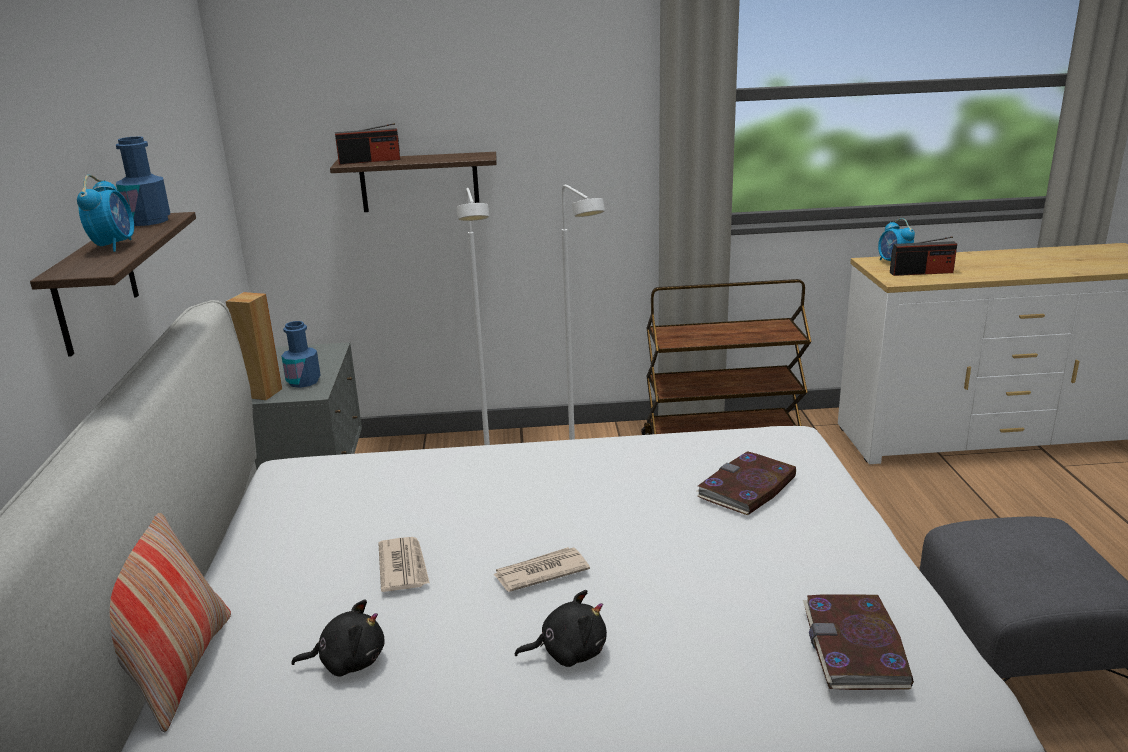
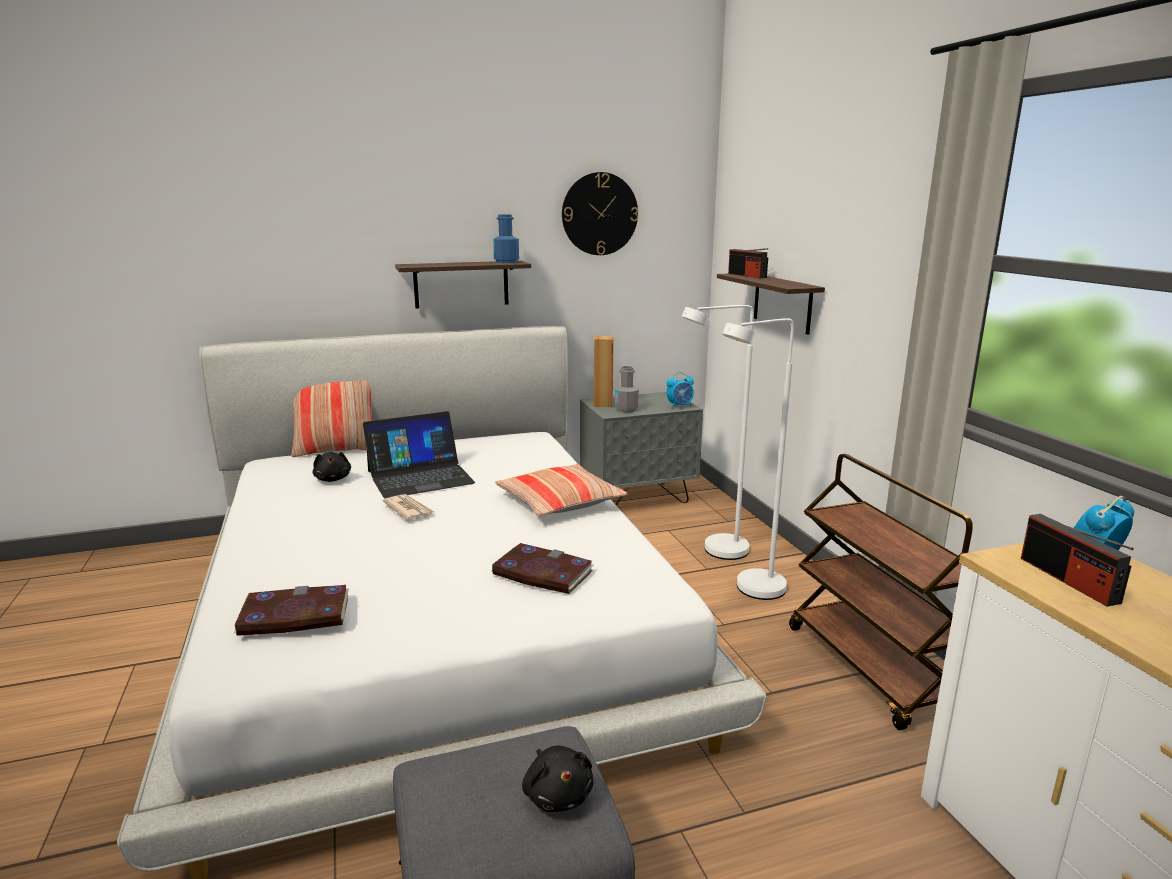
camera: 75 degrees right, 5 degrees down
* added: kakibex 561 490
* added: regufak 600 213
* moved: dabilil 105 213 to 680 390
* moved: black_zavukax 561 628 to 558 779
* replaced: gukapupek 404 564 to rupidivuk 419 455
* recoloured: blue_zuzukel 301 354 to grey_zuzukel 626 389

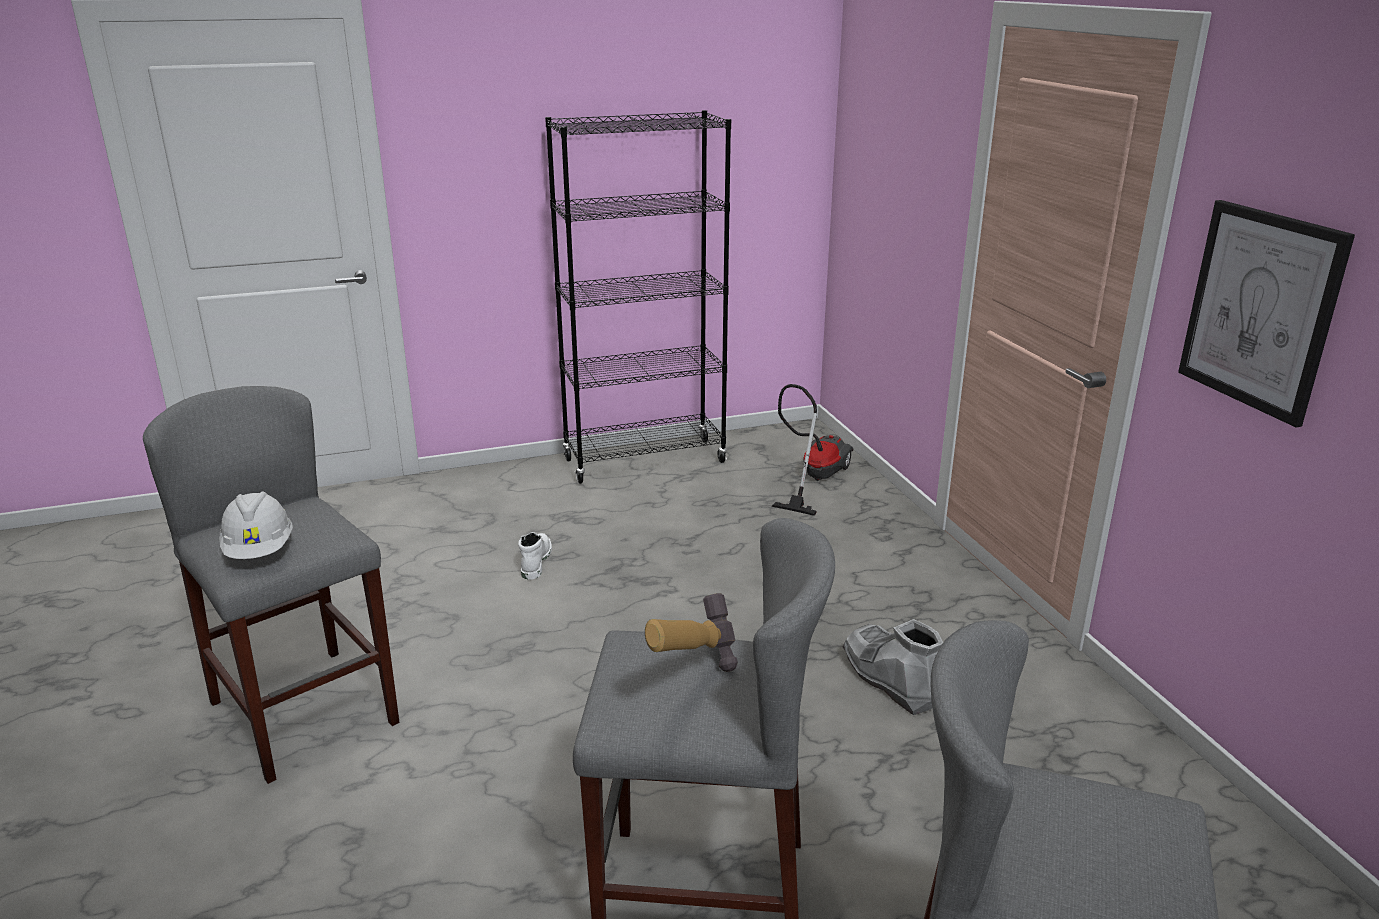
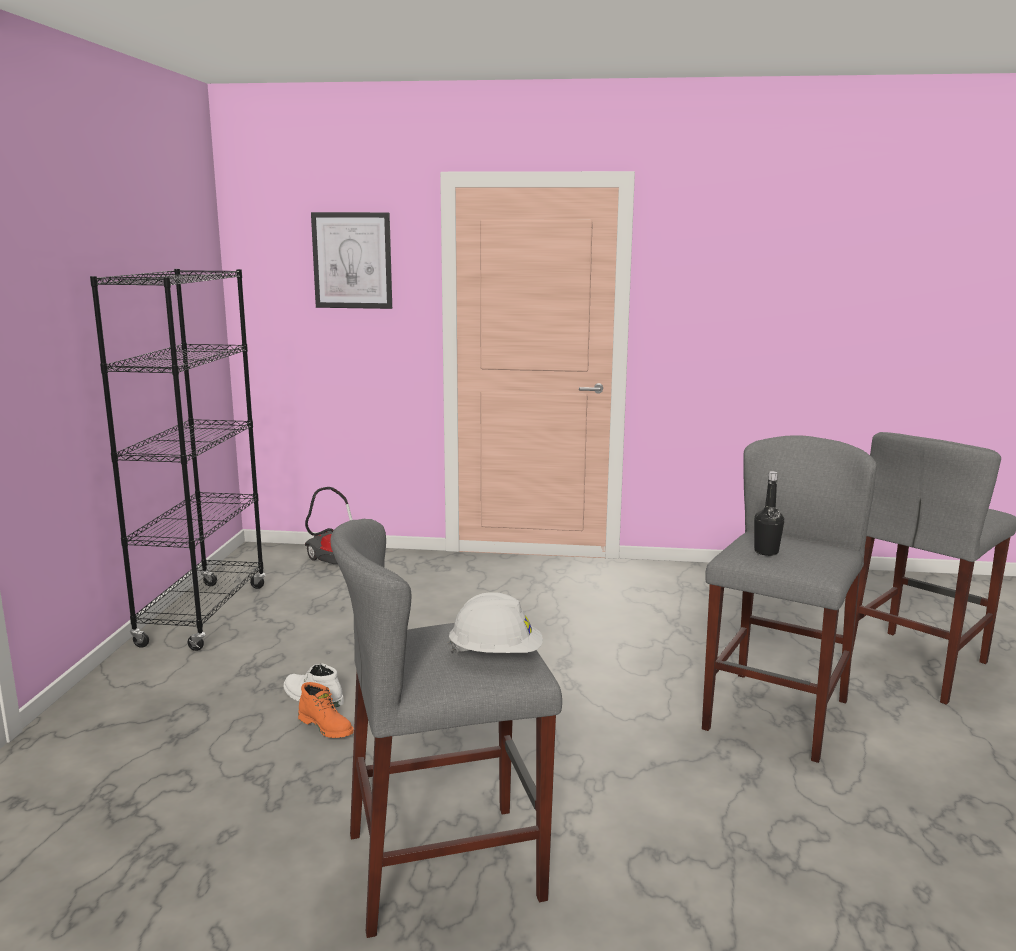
camera: 65 degrees left, 10 degrees down
* removed: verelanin 691 632
* removed: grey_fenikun 892 667
* added: orange_fenikun 326 710
* added: black_zuzukel 769 513
* moved: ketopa 1266 314 to 351 260

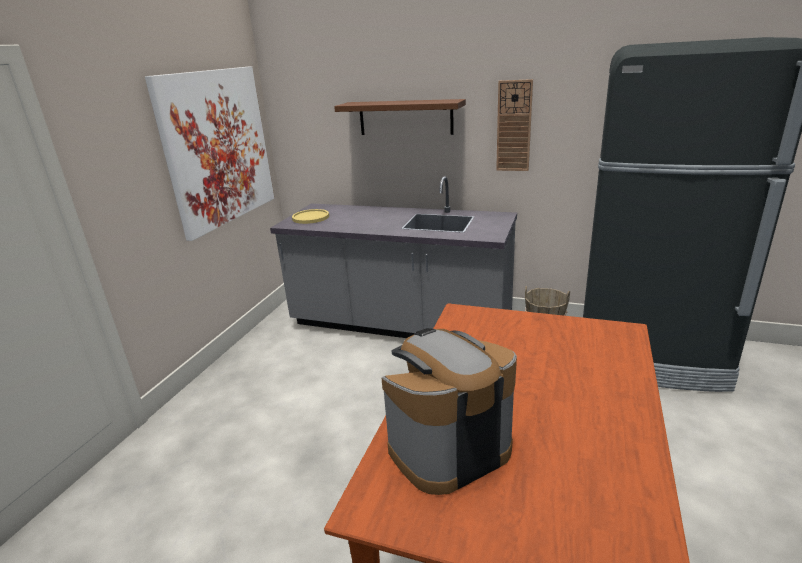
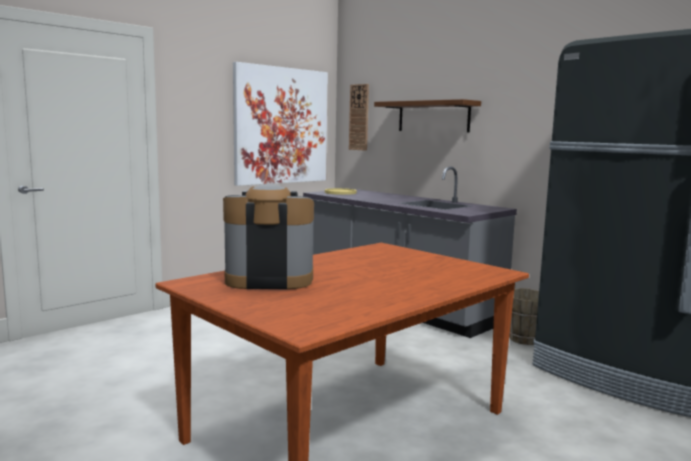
camera: 25 degrees right, 15 degrees down
* moved: regufak 514 125 to 359 117

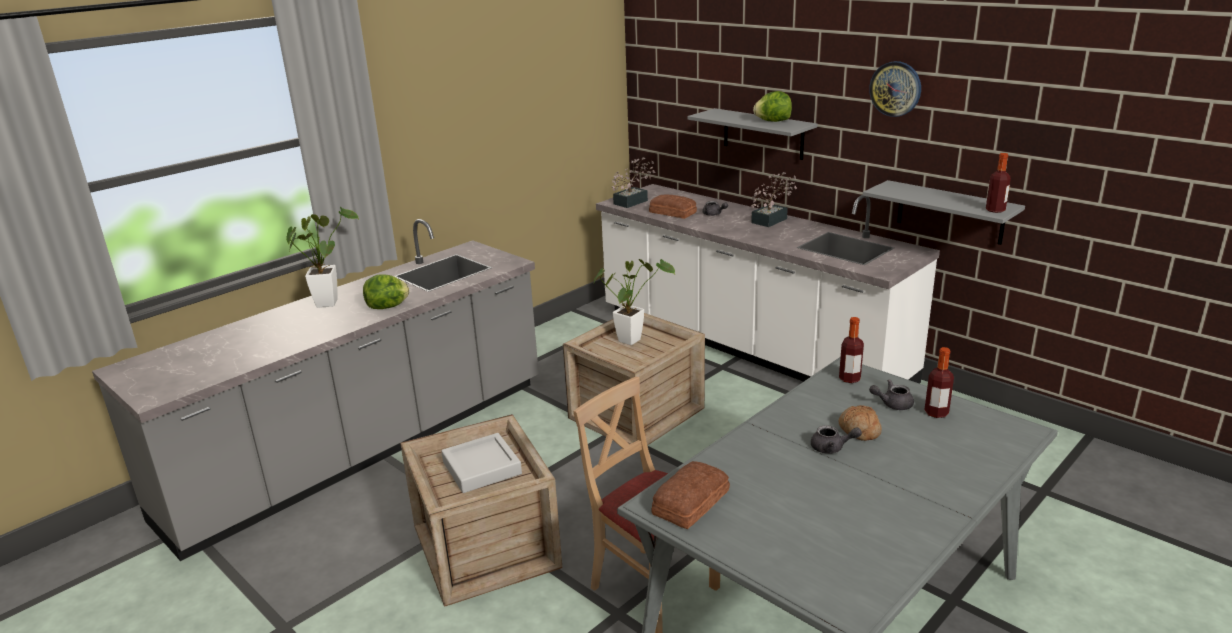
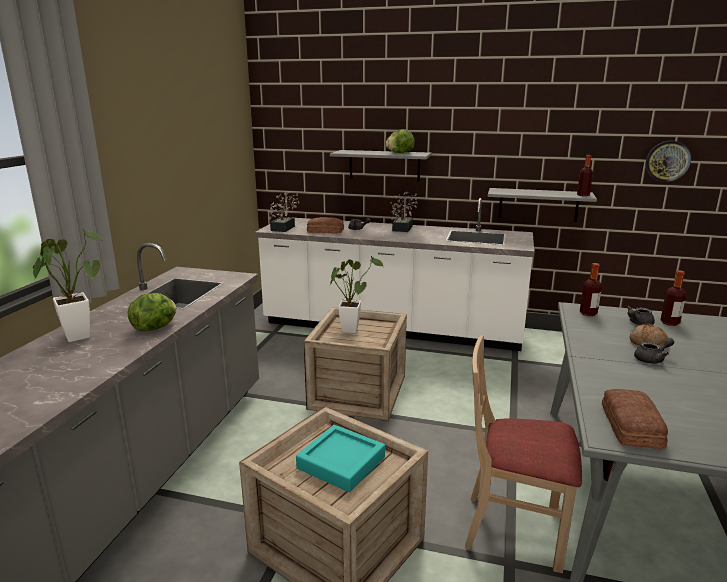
camera: 30 degrees left, 5 degrees down
* moved: regufak 895 89 to 668 161
* recoloured: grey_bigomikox 481 463 to turquoise_bigomikox 340 458

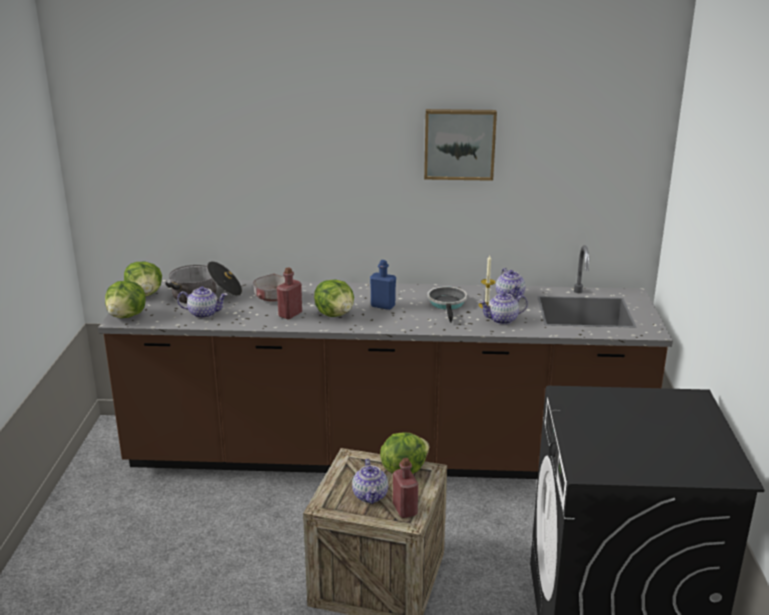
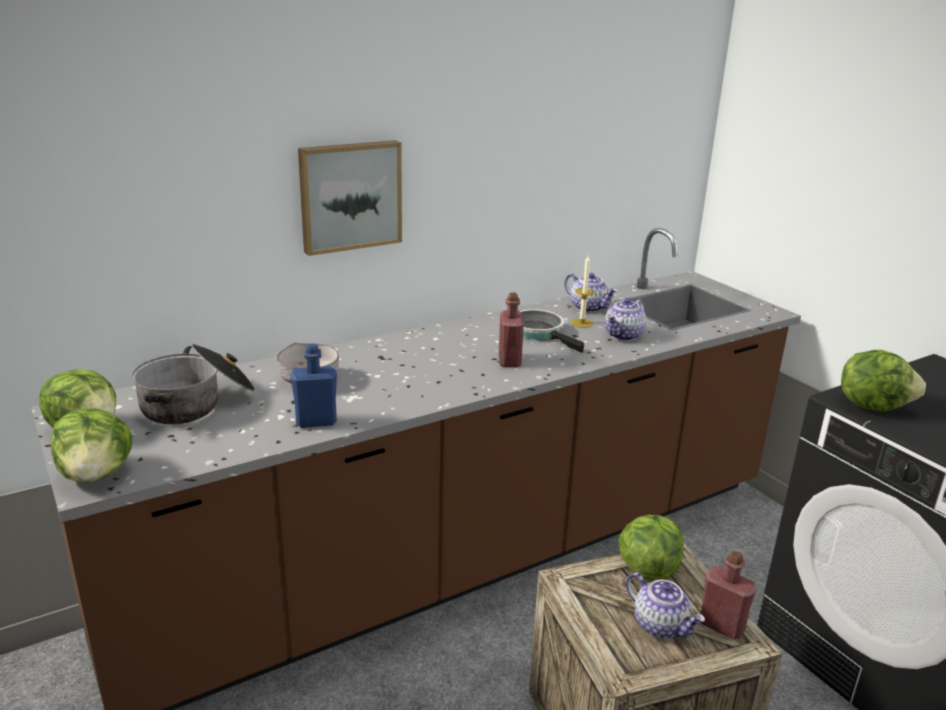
camera: 35 degrees left, 0 degrees up
* removed: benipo 202 302
* moved: red_zuzukel 289 293 to 511 329
* moved: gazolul 334 298 to 883 380
* moved: blue_zuzukel 383 285 to 313 385
* moved: ketopa 460 145 to 350 198

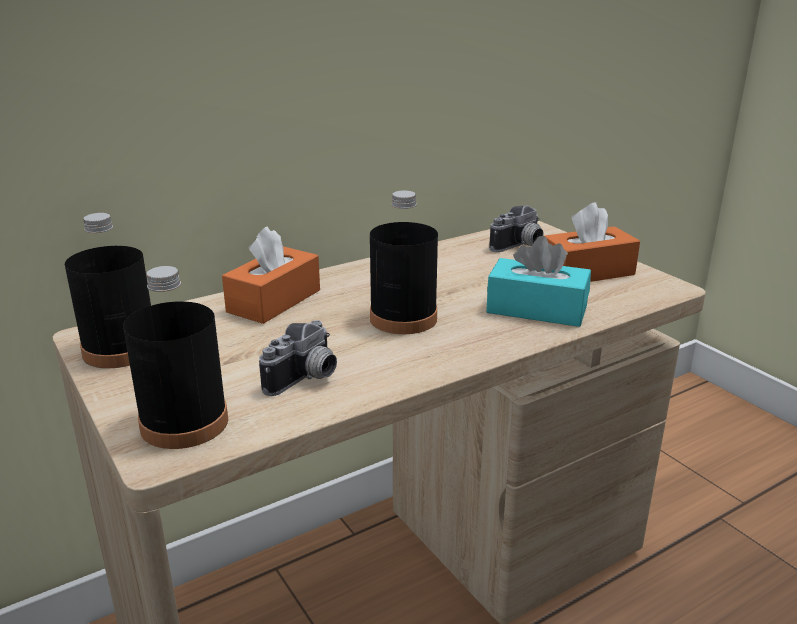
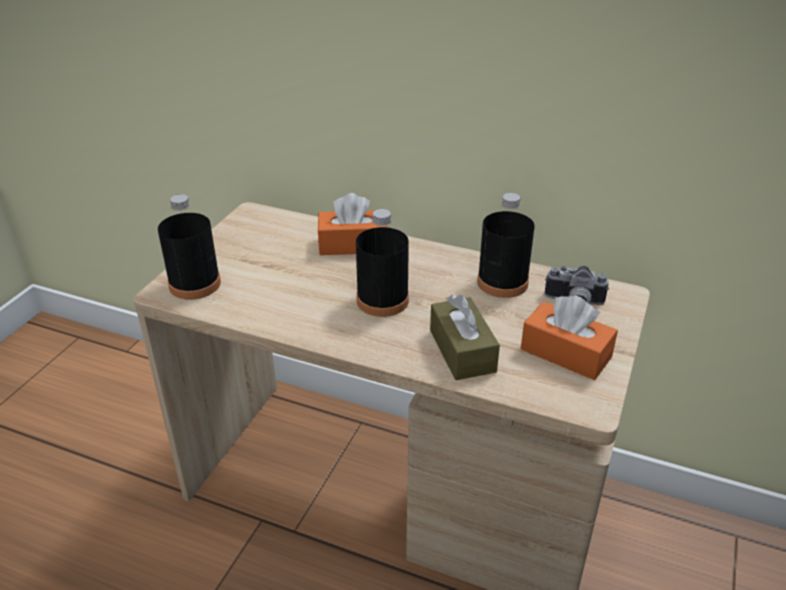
camera: 55 degrees right, 10 degrees up
* removed: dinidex 298 358
* moved: black_zuzukel 108 290 to 506 245
* recoloured: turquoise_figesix 538 281 to brown_figesix 465 337

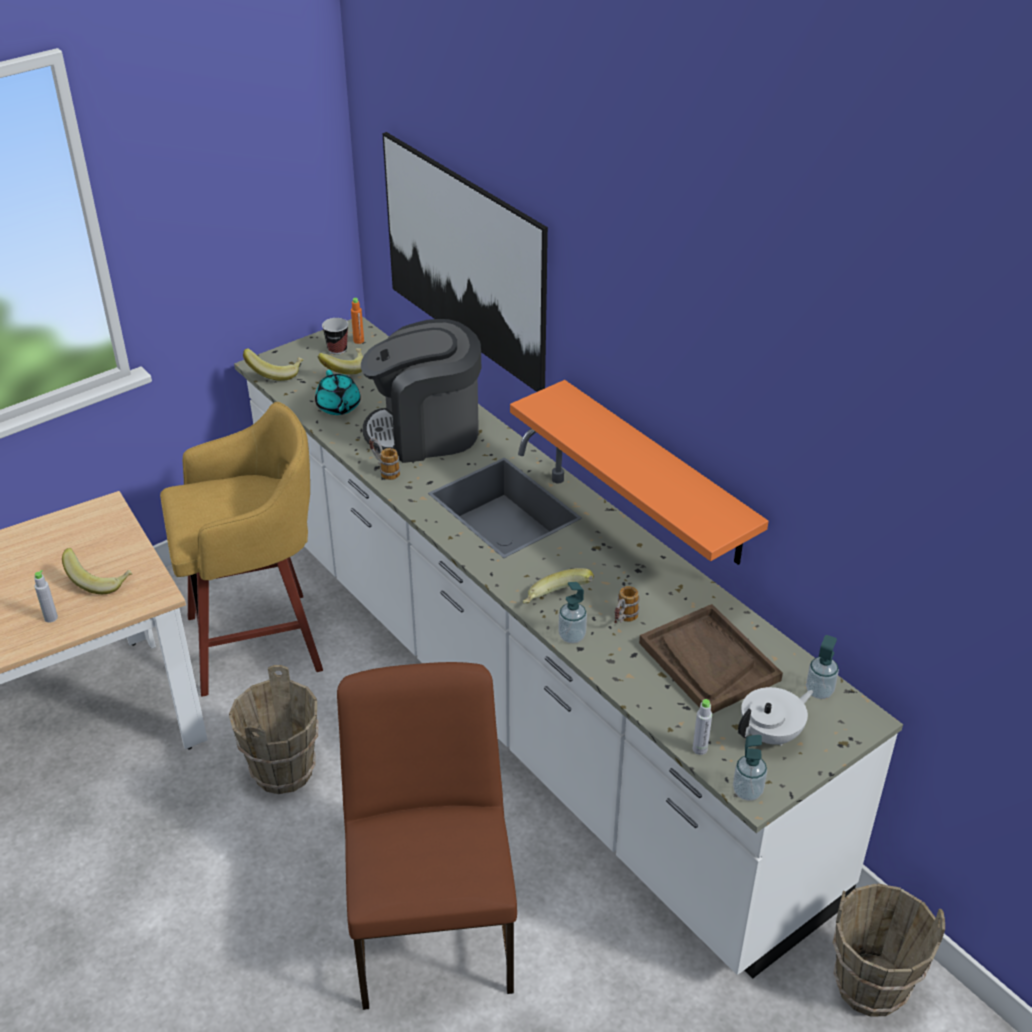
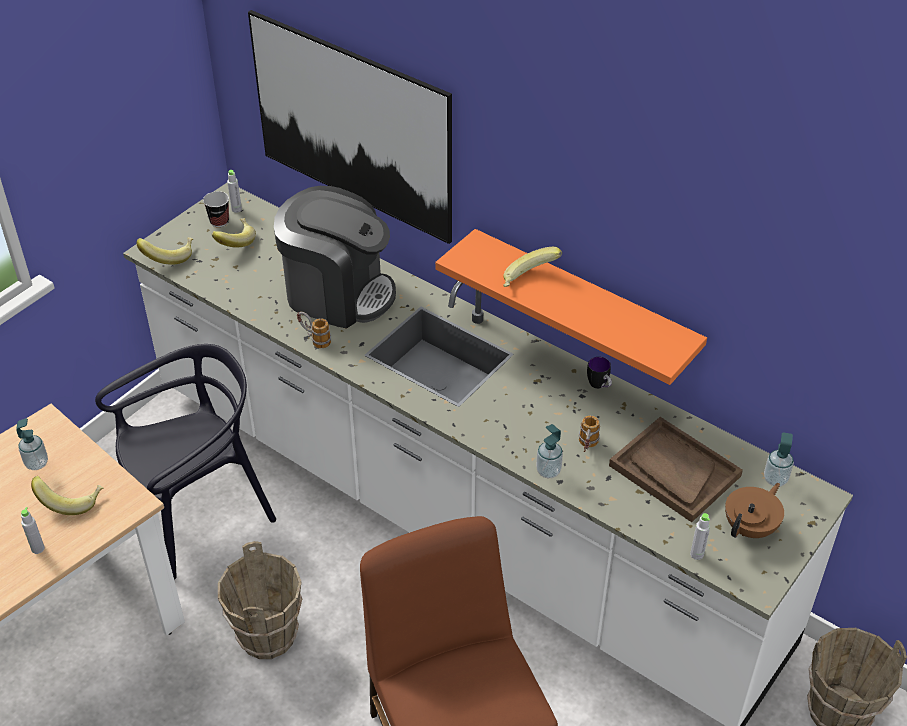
camera: 15 degrees left, 5 degrees up
* removed: turquoise_benipo 338 392
* added: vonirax 599 373
* moved: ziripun 558 586 to 532 267
* moved: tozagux 750 768 to 32 444
* replaced: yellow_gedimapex 241 549 to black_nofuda 185 462
* recoloured: orange_zuzukel 357 321 to grey_zuzukel 234 191
* recoloured: white_benipo 775 716 to brown_benipo 754 510
* turned: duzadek 421 391 = 335 257 135 degrees counterclockwise

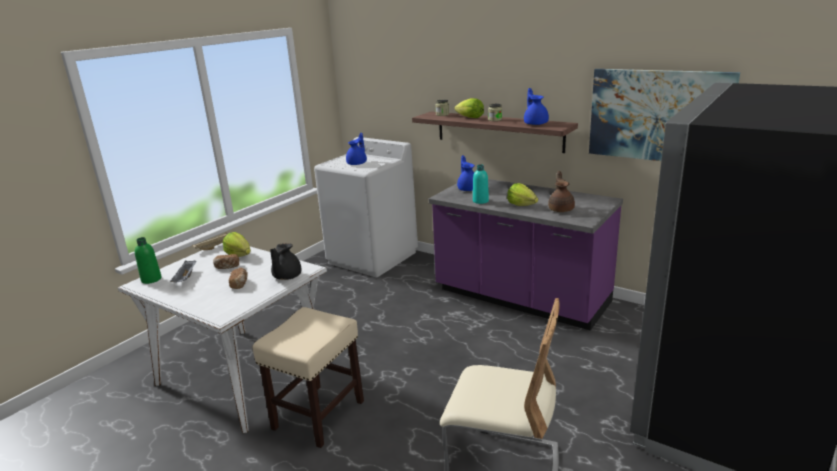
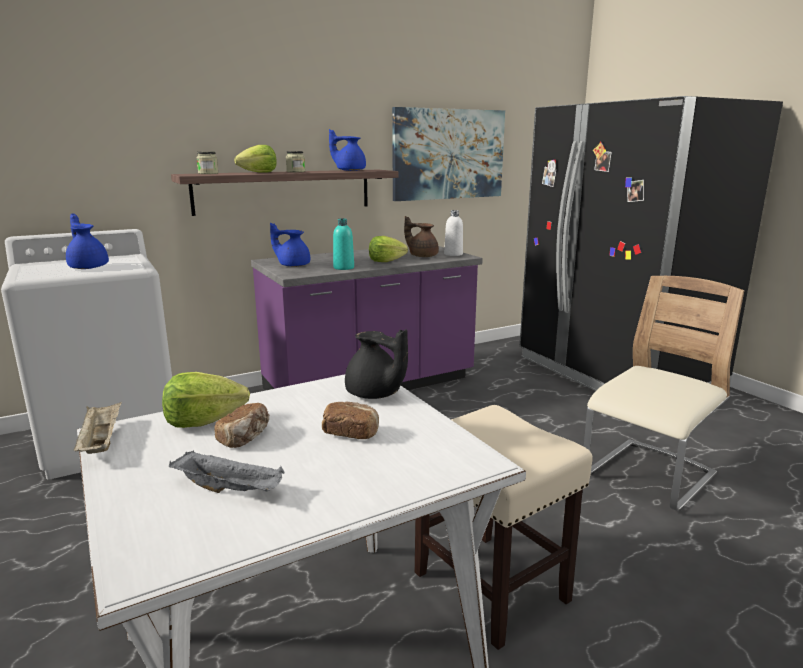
camera: 65 degrees left, 5 degrees down
* removed: green_zuzukel 148 260
* added: white_zuzukel 453 233

